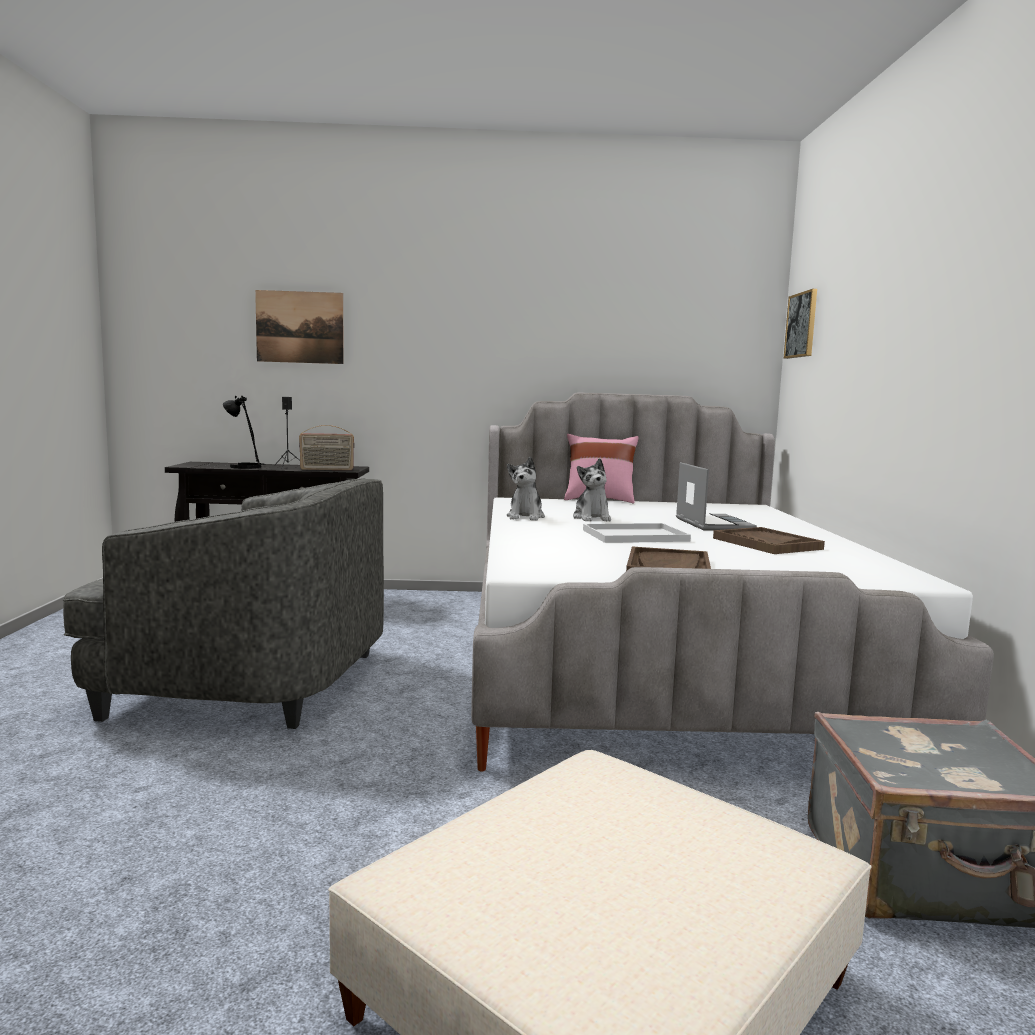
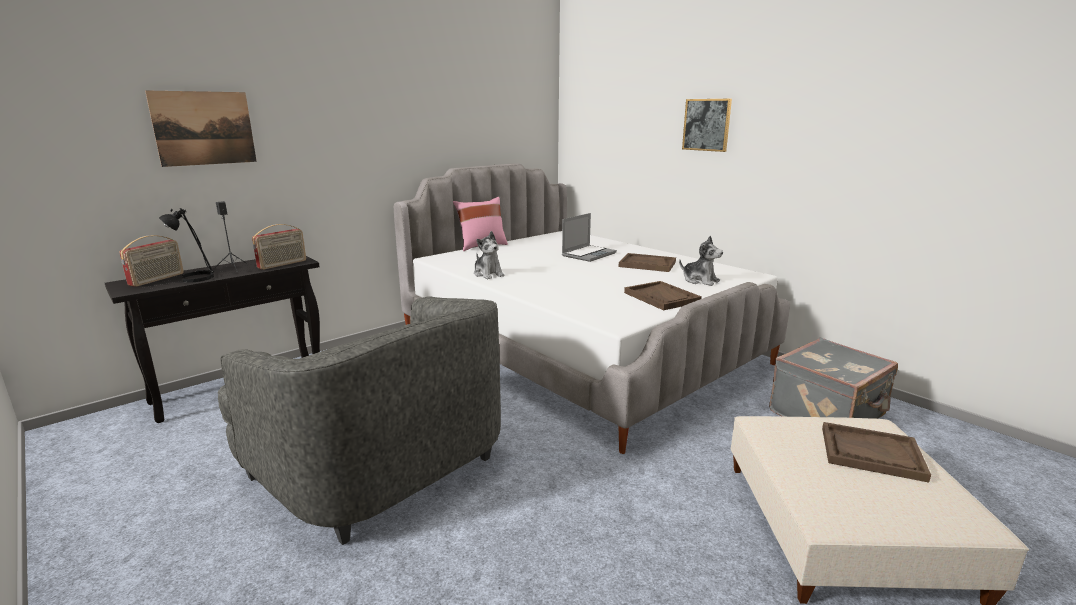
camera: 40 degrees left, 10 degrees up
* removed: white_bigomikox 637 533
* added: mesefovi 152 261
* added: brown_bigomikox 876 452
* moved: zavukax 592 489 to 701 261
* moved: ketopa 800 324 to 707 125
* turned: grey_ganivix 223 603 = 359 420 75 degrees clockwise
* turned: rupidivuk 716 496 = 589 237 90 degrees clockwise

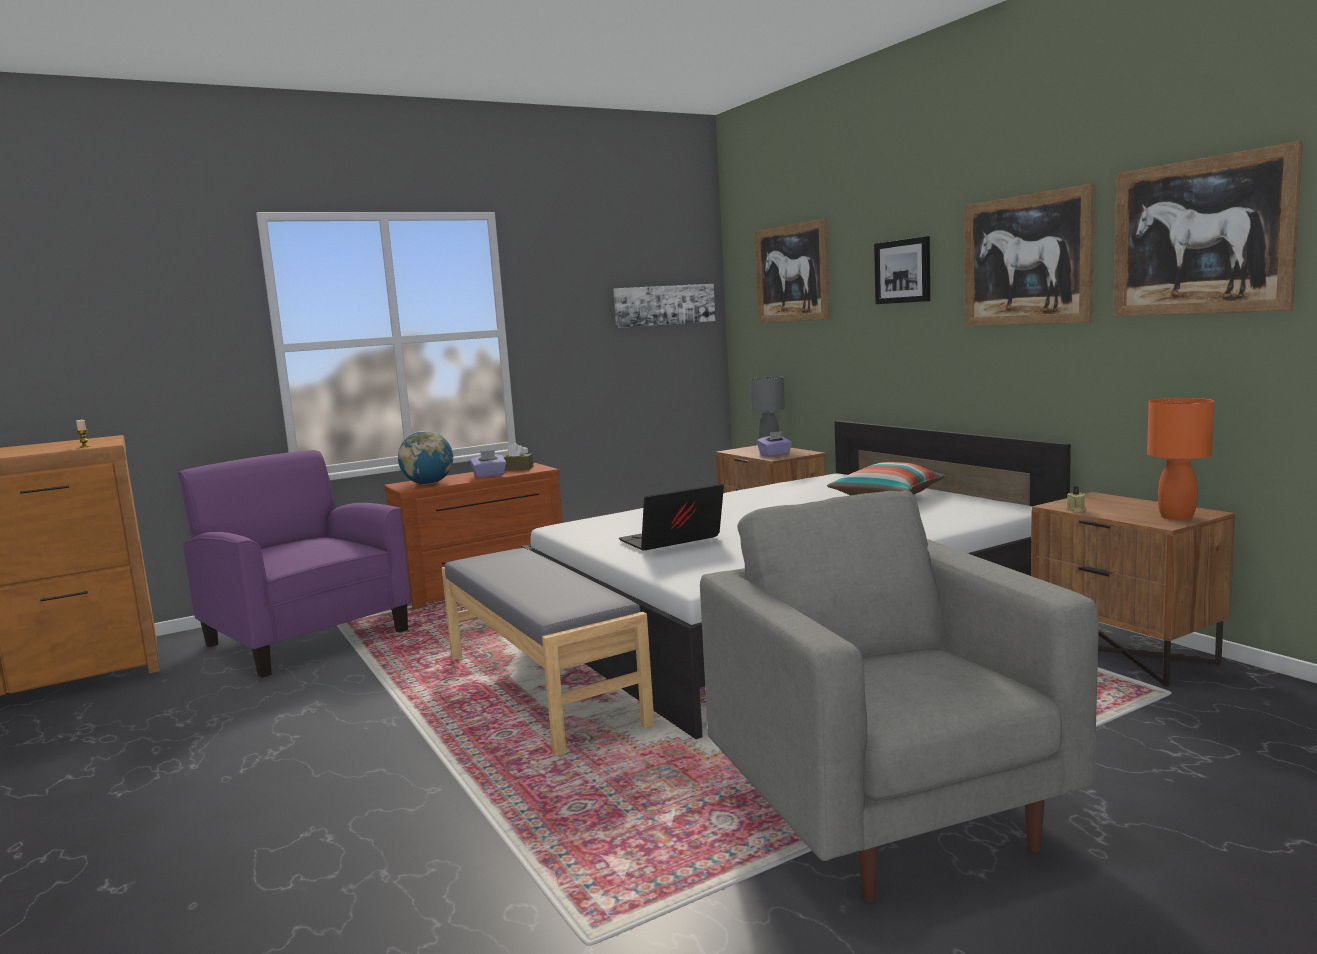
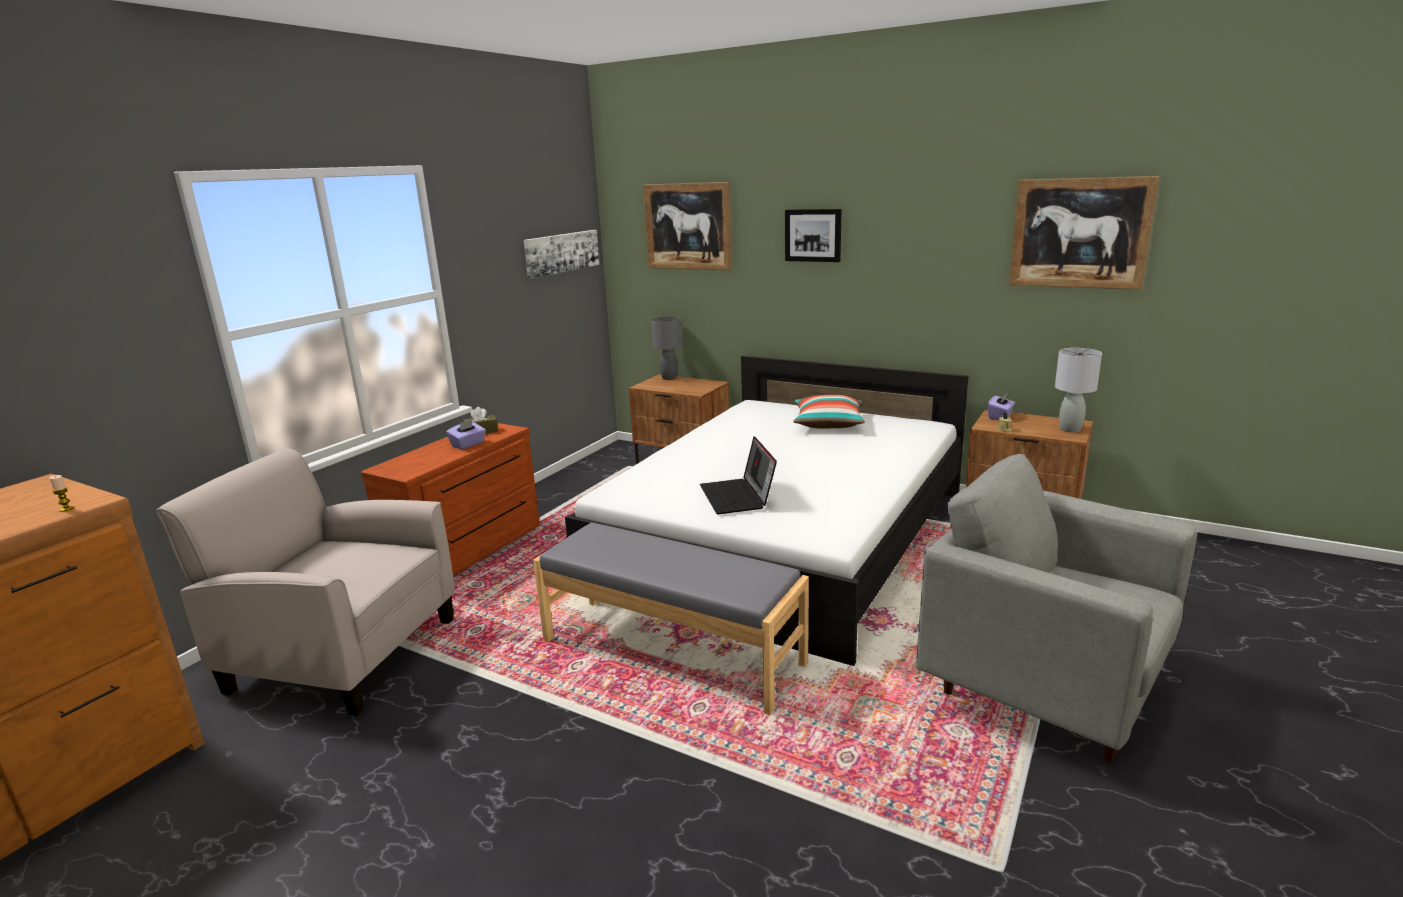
camera: 30 degrees left, 10 degrees up
* removed: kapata 425 458
* removed: ketopa 1029 255
* moved: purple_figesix 774 444 to 1001 406
* recoloured: purple_ganivix 294 564 to beige_ganivix 305 582
* recoloured: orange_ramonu 1180 459 to grey_ramonu 1078 390
* turned: rupidivuk 671 517 = 738 475 45 degrees counterclockwise

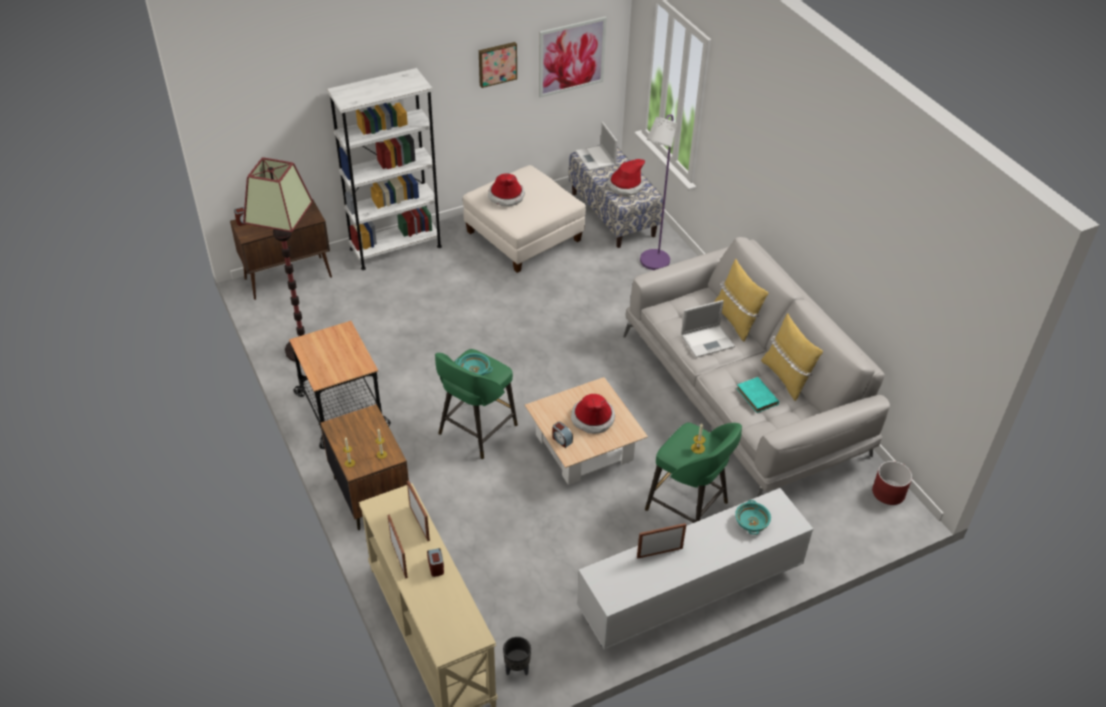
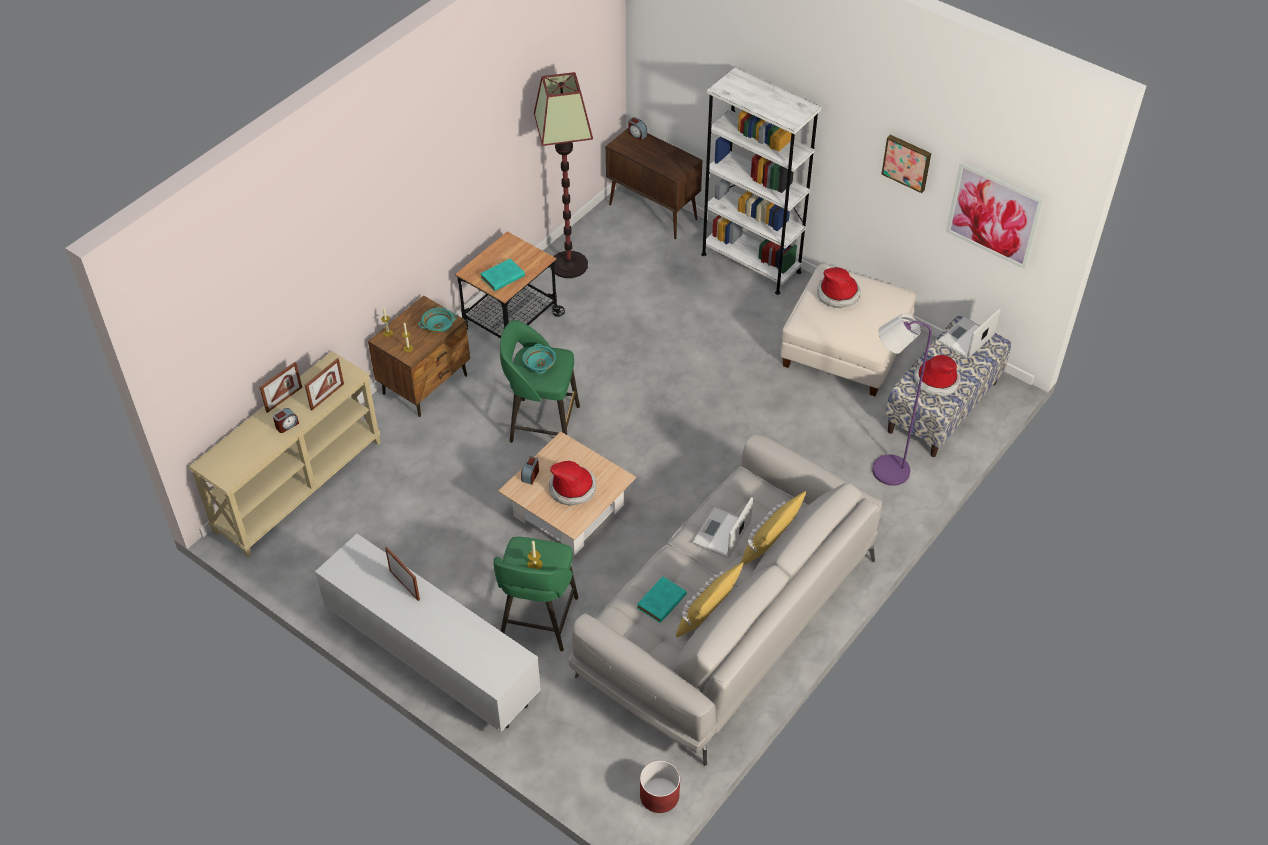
camera: 65 degrees right, 5 degrees up
* removed: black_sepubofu 517 656
* added: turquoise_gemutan 502 275
* moved: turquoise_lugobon 753 517 to 438 320
* turned: rupidivuk 708 329 = 722 527 75 degrees clockwise

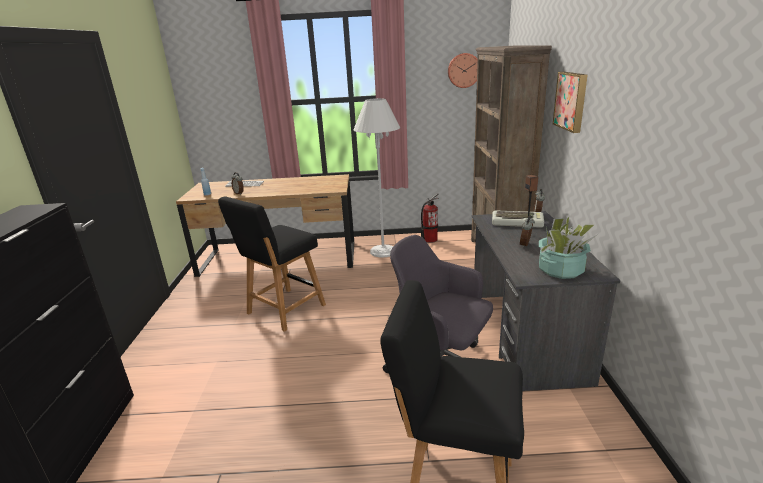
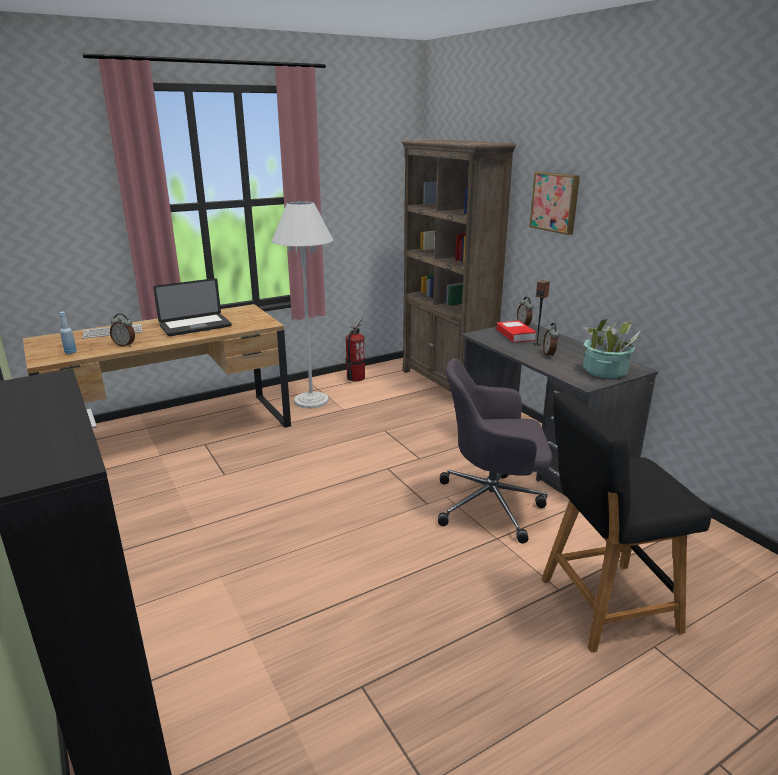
camera: 30 degrees left, 0 degrees up
* removed: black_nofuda 272 264
* removed: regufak 463 70
* added: rupidivuk 192 307
* replaced: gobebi 518 219 to gemutan 517 332

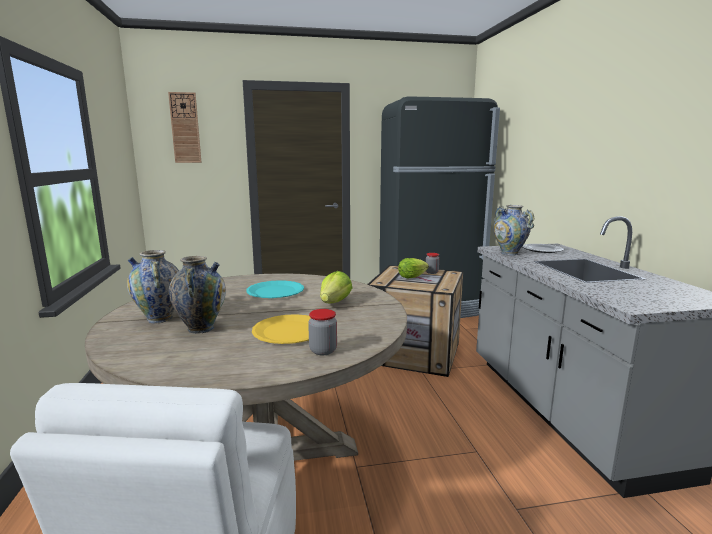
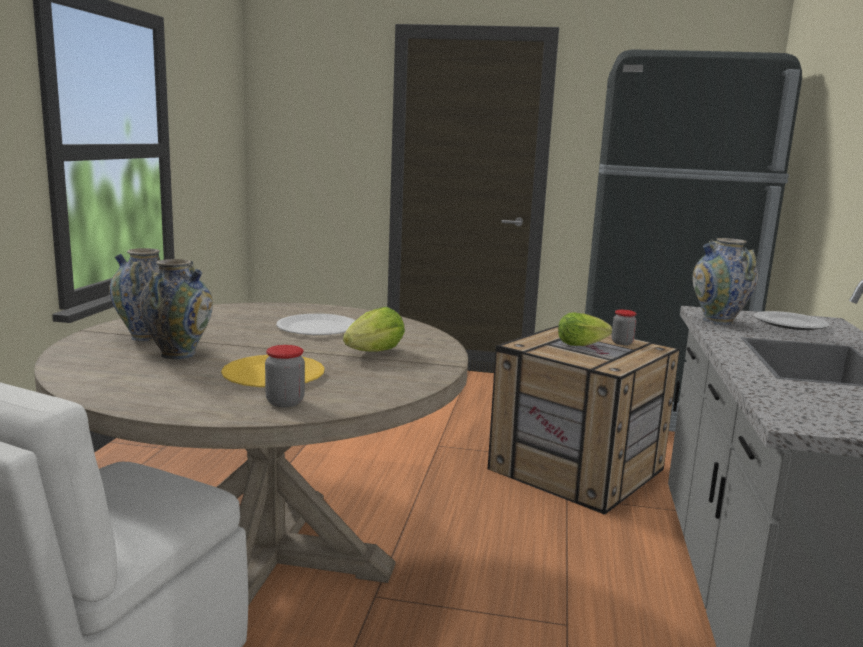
camera: 20 degrees right, 0 degrees up
* removed: regufak 185 127
* recoloured: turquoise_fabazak 275 289 to white_fabazak 315 324

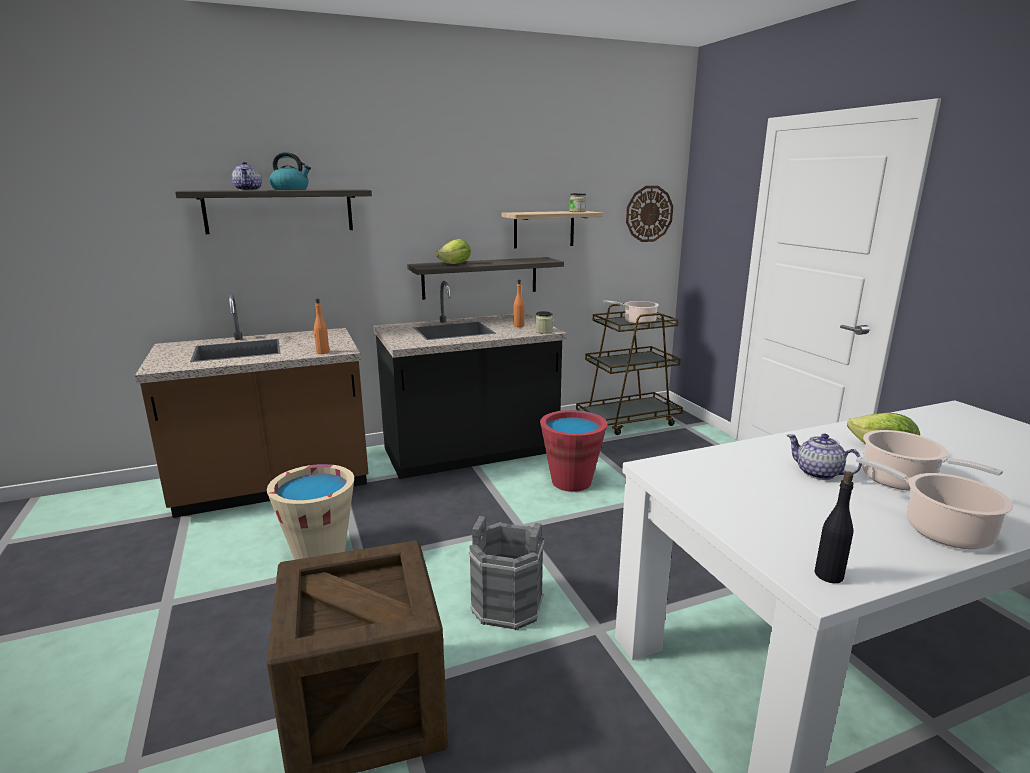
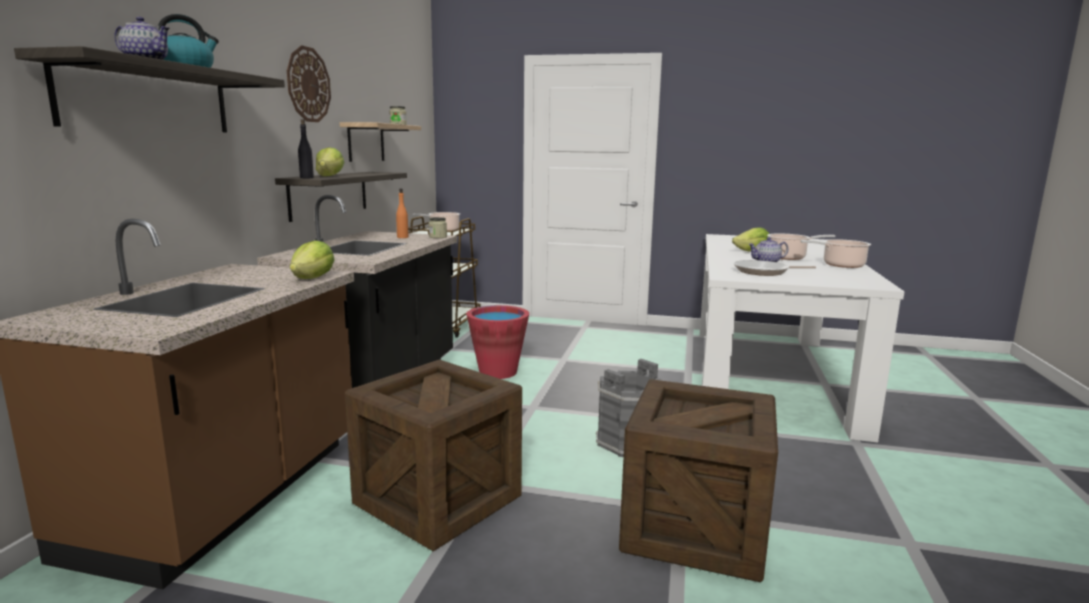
camera: 55 degrees left, 5 degrees down
* added: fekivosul 775 268
* moved: regufak 649 214 to 309 83
* moved: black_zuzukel 834 527 to 306 148
* replaced: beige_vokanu 310 512 to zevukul 433 455
* replaced: orange_zuzukel 321 326 to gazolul 312 259

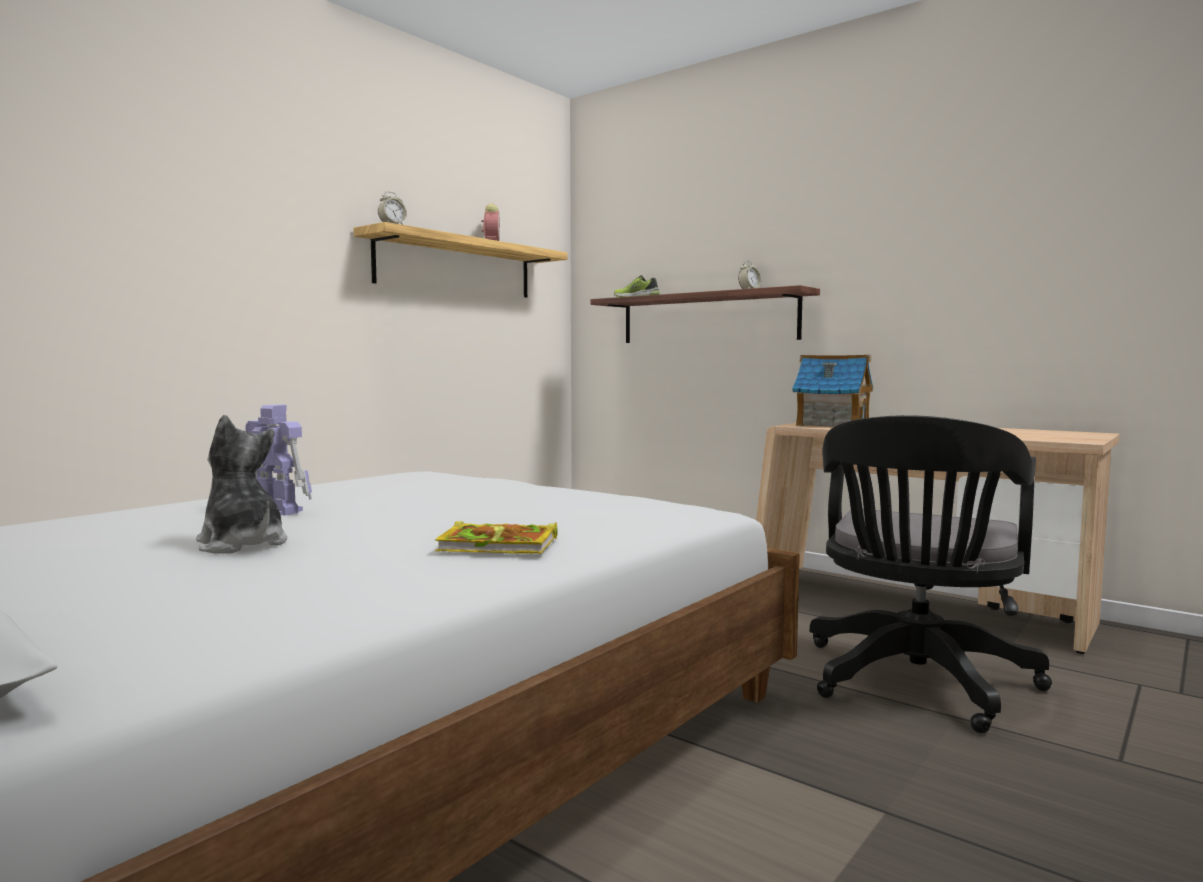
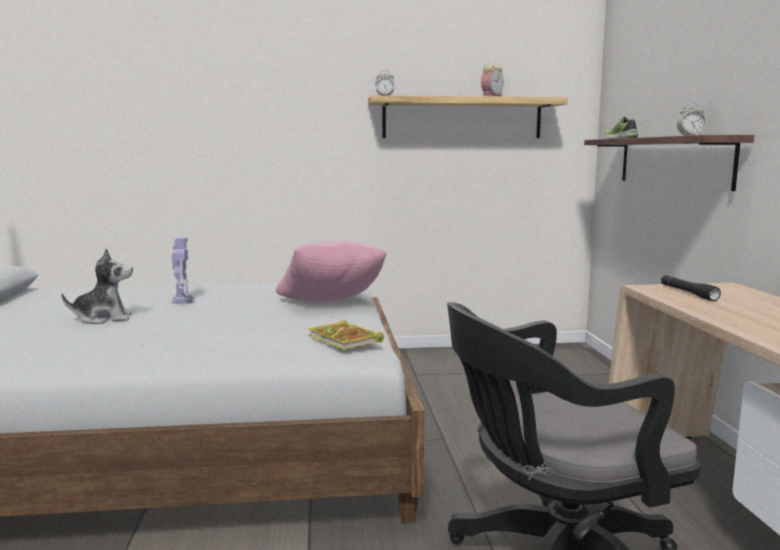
camera: 45 degrees right, 5 degrees up
* added: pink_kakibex 331 271
* moved: gemutan 496 537 to 346 335
* replaced: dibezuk 832 391 to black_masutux 691 288
* turned: zavukax 241 484 = 97 286 75 degrees clockwise

